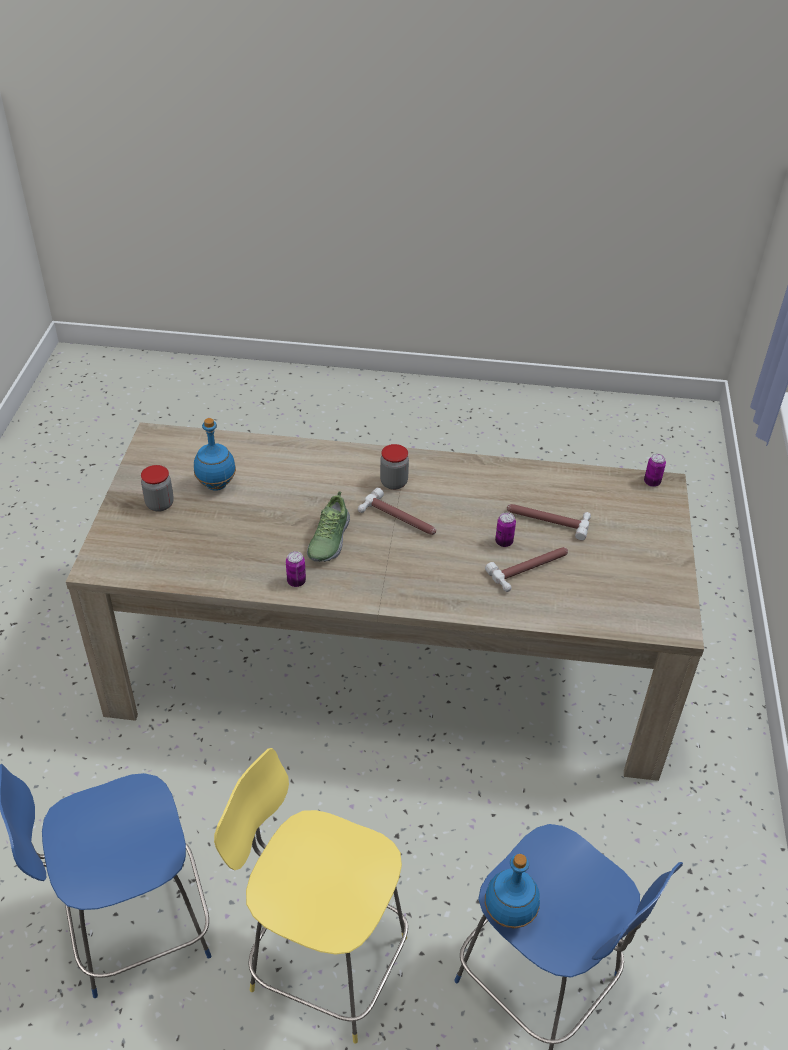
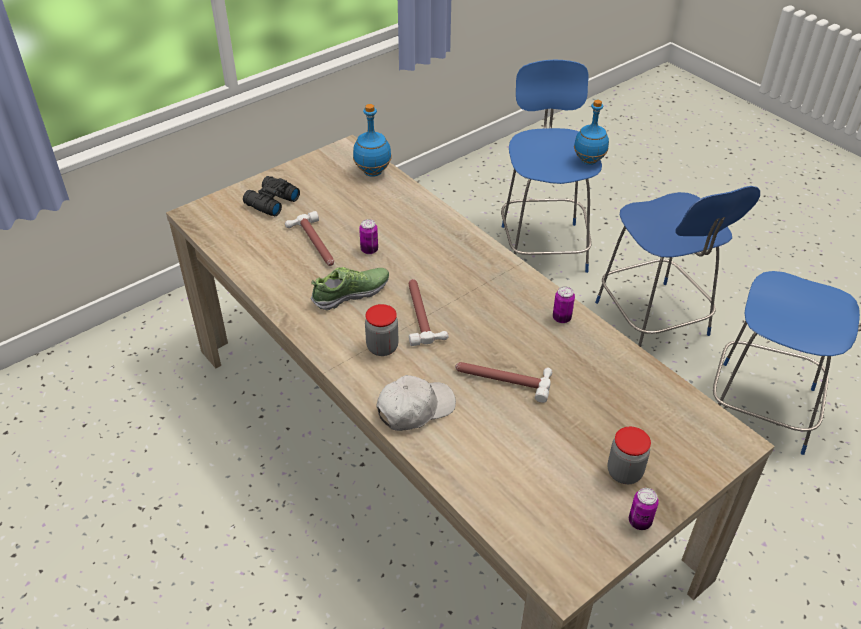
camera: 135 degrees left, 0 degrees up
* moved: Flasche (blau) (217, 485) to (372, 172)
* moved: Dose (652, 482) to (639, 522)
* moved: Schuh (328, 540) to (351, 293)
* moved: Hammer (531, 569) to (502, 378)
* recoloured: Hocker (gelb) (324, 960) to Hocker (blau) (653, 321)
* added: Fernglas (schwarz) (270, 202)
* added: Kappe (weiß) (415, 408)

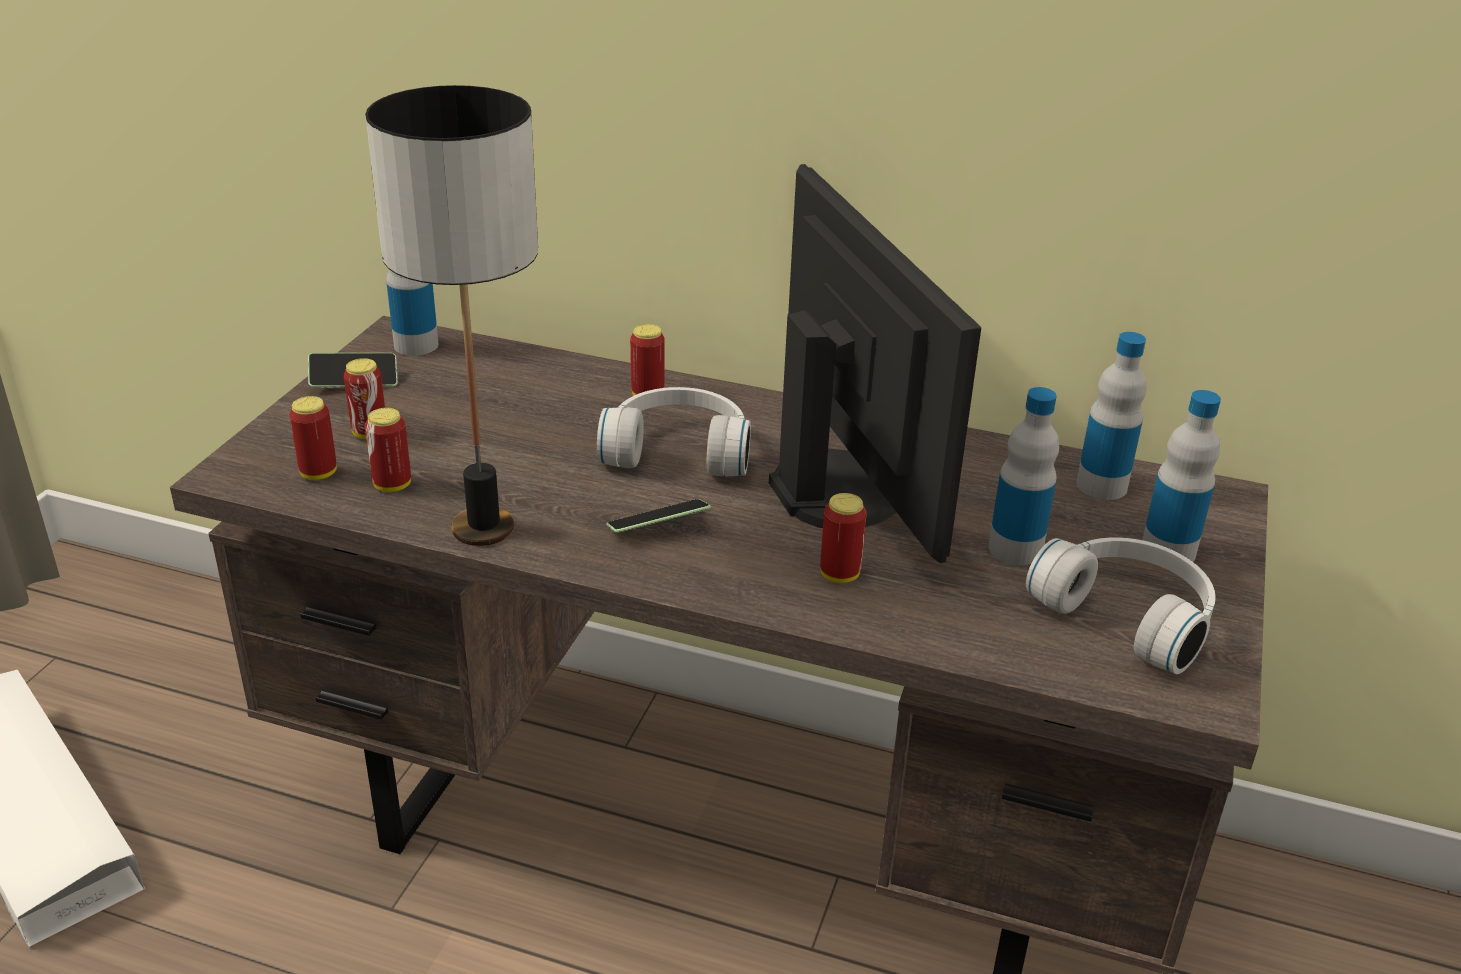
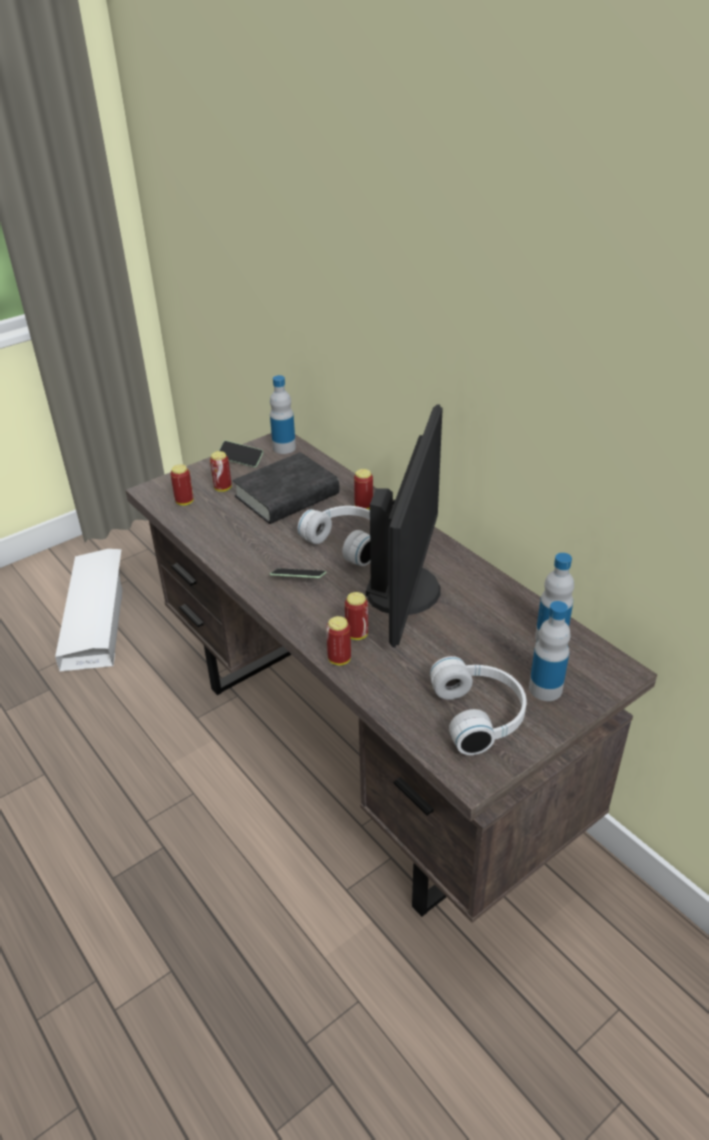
camera: 35 degrees right, 5 degrees up
* removed: Tischlampe (483, 529)
* removed: Flasche (1015, 548)
* moved: Dose (392, 485) to (339, 659)
* added: Buch (schwarz) (287, 496)

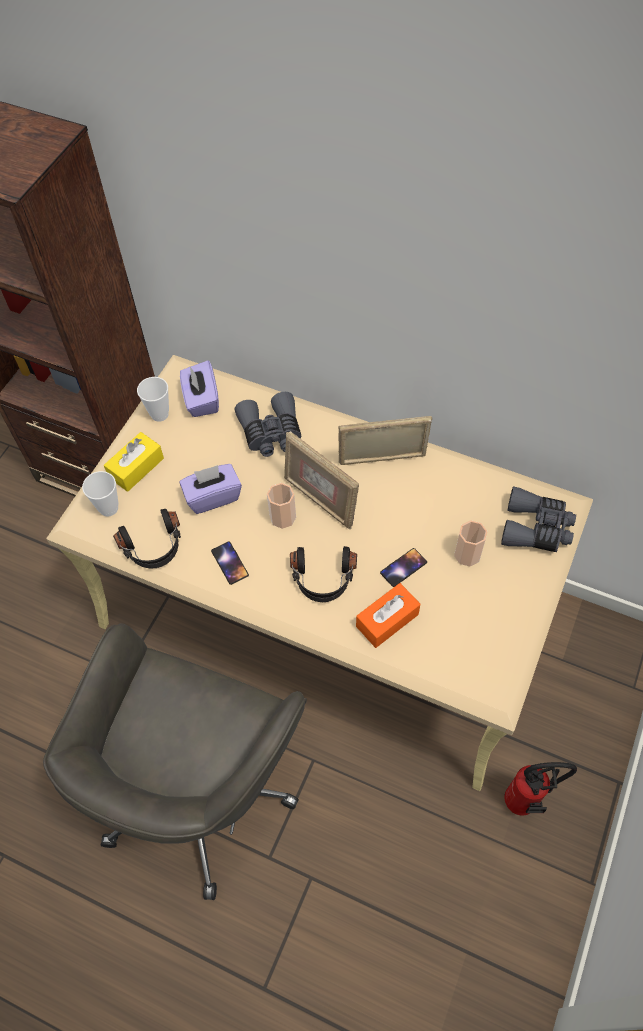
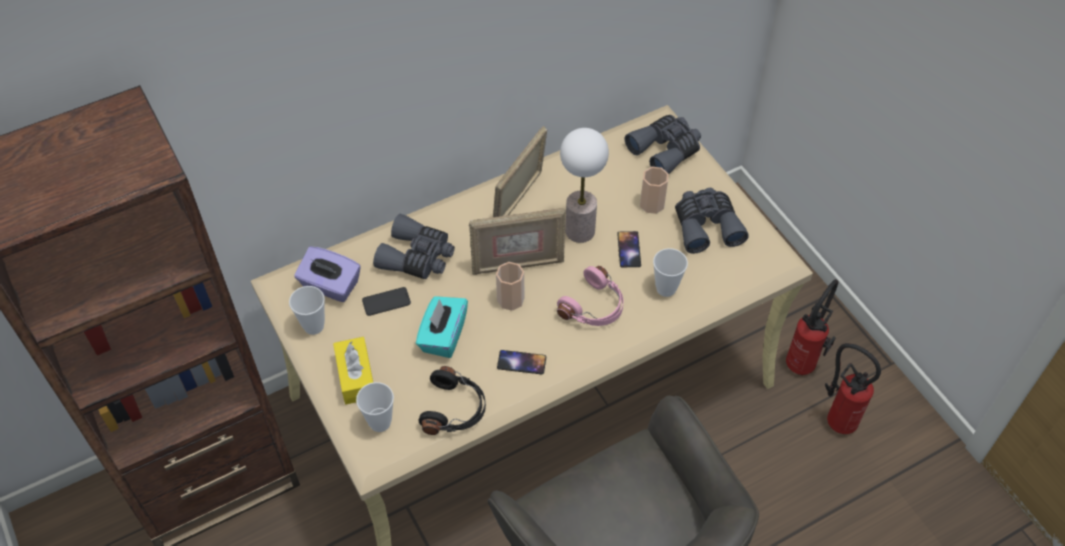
camera: 55 degrees left, 5 degrees down
* recoloured: Taschentuchbox (lila) (213, 496) to Taschentuchbox (türkis) (443, 336)
* recoloured: Kopfhörer (schwarz) (323, 579) to Kopfhörer (rosa) (594, 307)
* replaced: Taschentuchbox (orange) (387, 620) to Tasse (666, 288)
* added: Tischlampe (580, 230)
* added: Fernglas (grau) (706, 225)
* added: Handy (386, 302)
* added: Feuerlöscher (837, 419)

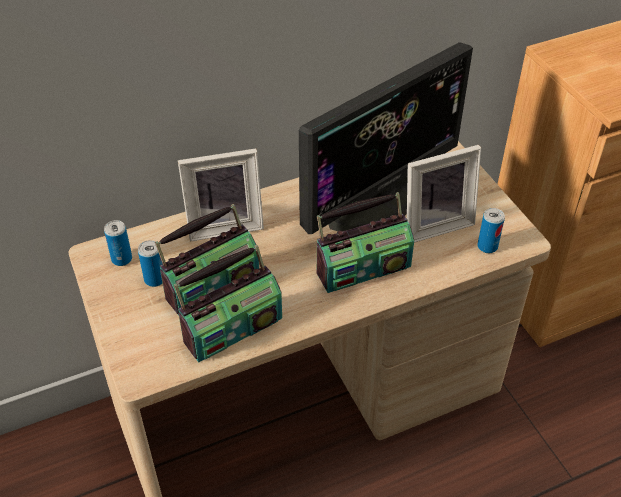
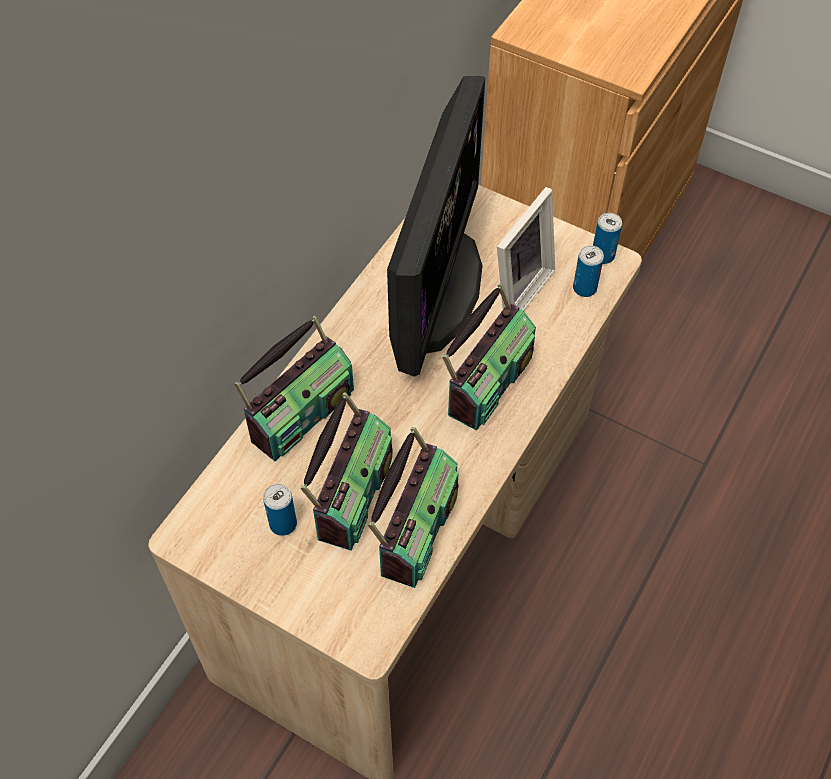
camera: 35 degrees left, 10 degrees up
* replaced: Bilderrahmen (224, 224) to Radio (300, 413)
* moved: Dose (122, 259) to (602, 255)

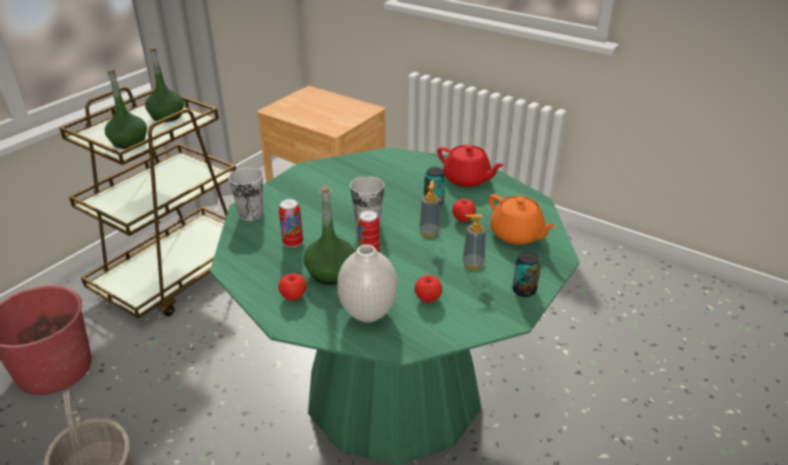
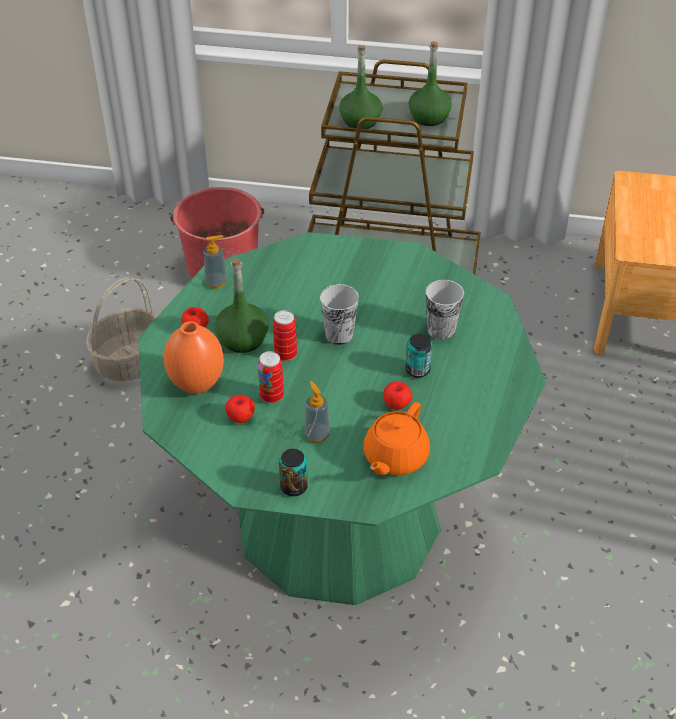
camera: 65 degrees right, 10 degrees up
* removed: Teekanne (rot) (467, 179)
* moved: Tasse (251, 214) to (441, 330)
* moved: Seifenspender (429, 232) to (216, 282)
* moved: Dose (293, 243) to (272, 396)
* recoloured: Vase (weiß) (368, 314) to Vase (orange) (196, 385)

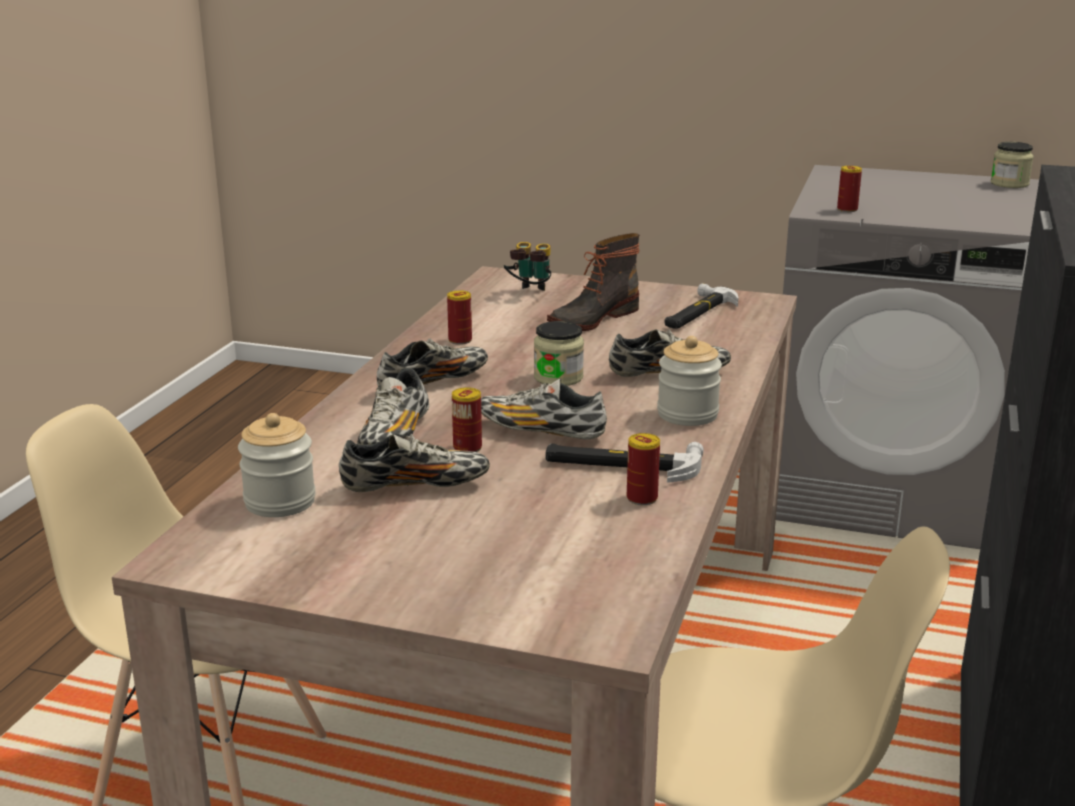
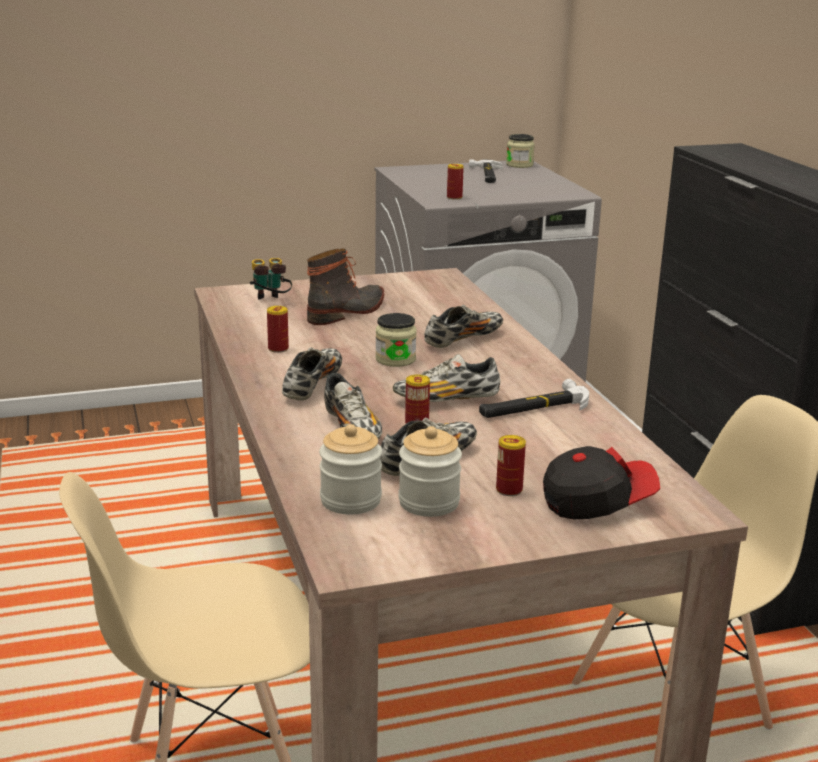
camera: 35 degrees left, 0 degrees up
* turned: Stiefel (592, 318) = (348, 311) 150 degrees counterclockwise
* moved: Hammer (697, 313) to (486, 175)
* moved: Vorratsglas (687, 414) to (429, 502)
* moved: Dose (642, 498) to (509, 490)
* added: Kappe (597, 502)

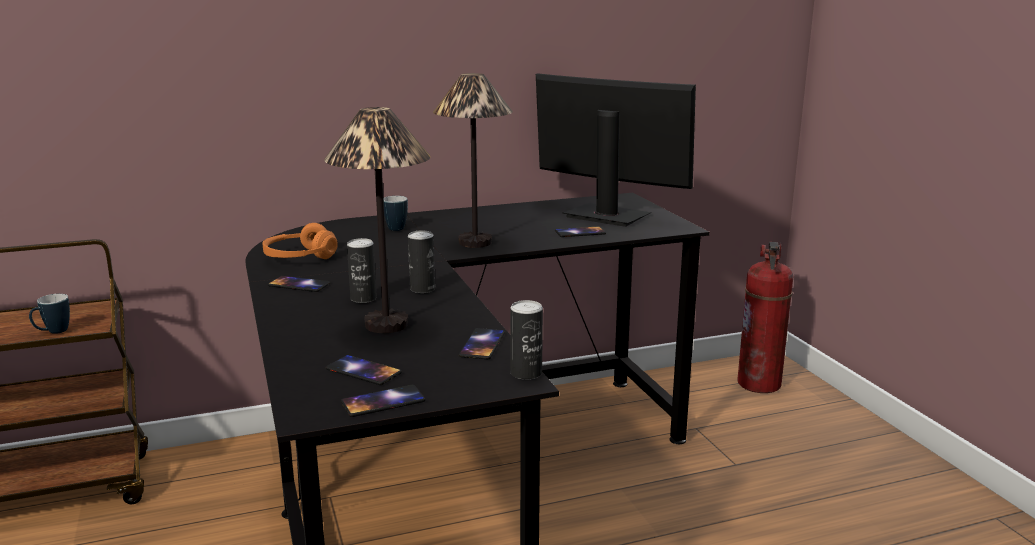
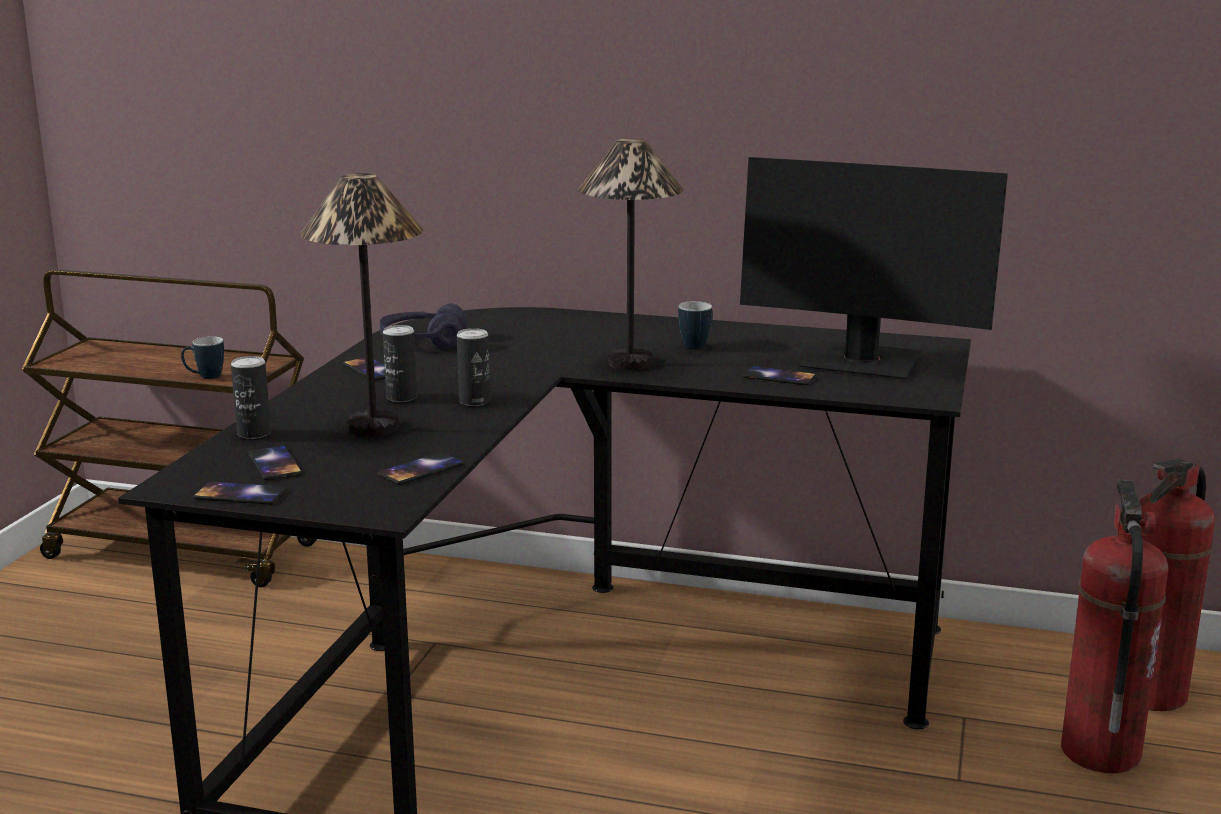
camera: 35 degrees right, 0 degrees up
* turned: Monitor (606, 215) = (861, 363) 135 degrees clockwise
* moved: Henkelbecher (397, 227) to (698, 345)
* recoloured: Kopfhörer (orange) (300, 257) to Kopfhörer (lila) (423, 342)
* moved: Dose (526, 373) to (254, 433)
* added: Feuerlöscher (1100, 752)

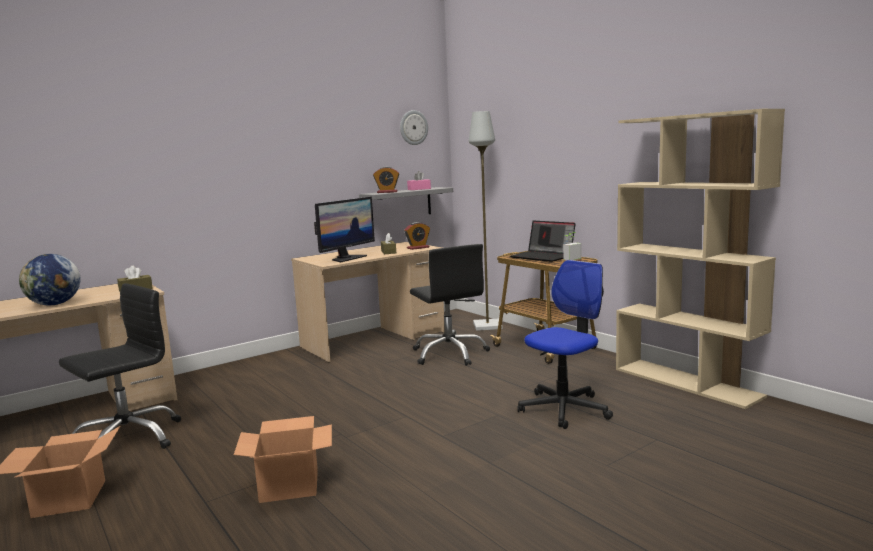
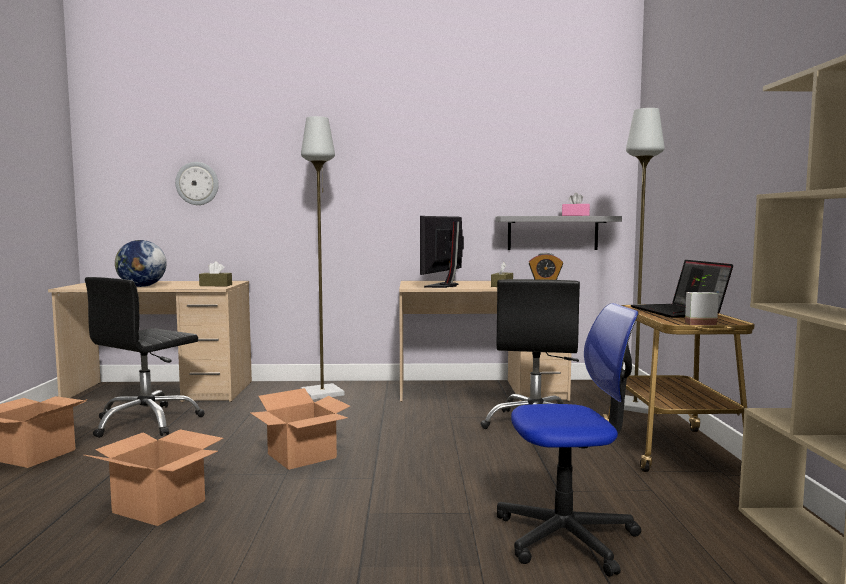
camera: 35 degrees right, 5 degrees down
* moved: Wanduhr (413, 127) to (197, 183)
* removed: Wecker (387, 192)
* turned: Monitor (347, 258) = (444, 285) 135 degrees clockwise
* turned: Bürostuhl (schwarz) (127, 439) = (147, 422) 135 degrees clockwise
* added: Stehlampe (grau) (322, 393)
* added: Karton (302, 455)

